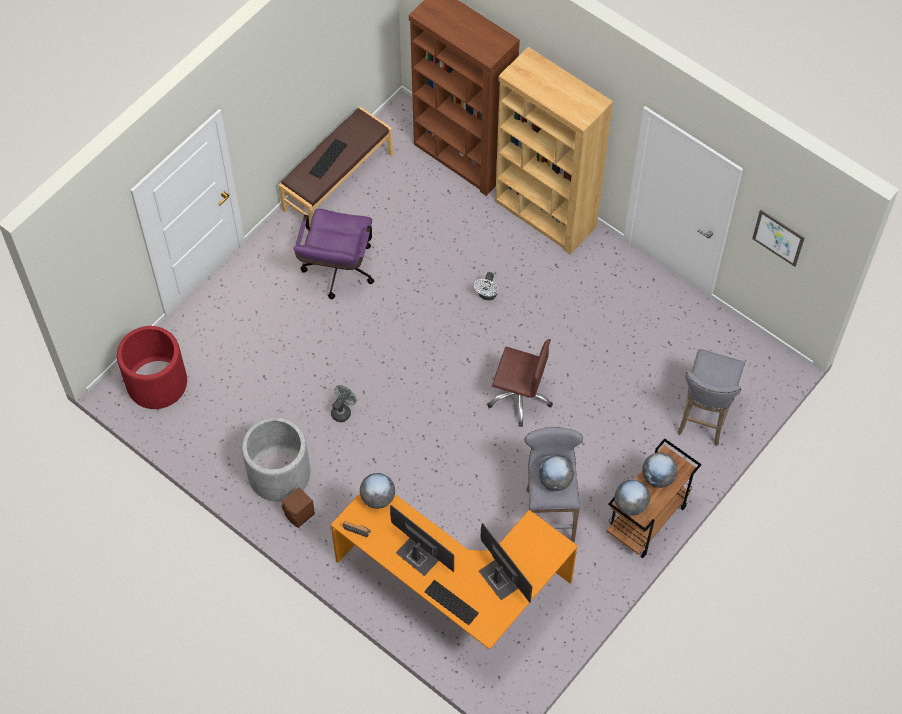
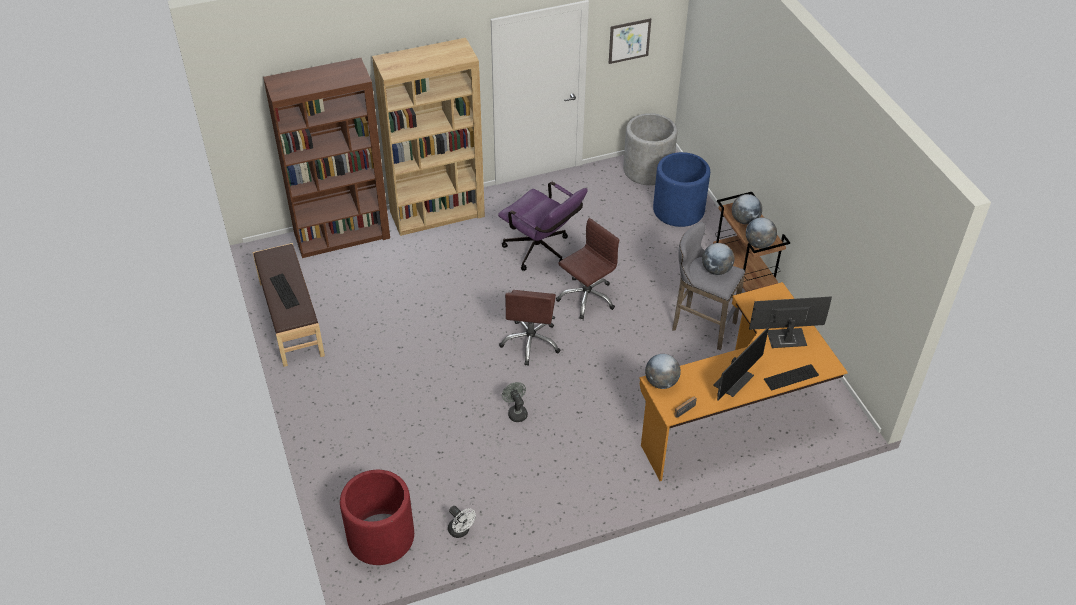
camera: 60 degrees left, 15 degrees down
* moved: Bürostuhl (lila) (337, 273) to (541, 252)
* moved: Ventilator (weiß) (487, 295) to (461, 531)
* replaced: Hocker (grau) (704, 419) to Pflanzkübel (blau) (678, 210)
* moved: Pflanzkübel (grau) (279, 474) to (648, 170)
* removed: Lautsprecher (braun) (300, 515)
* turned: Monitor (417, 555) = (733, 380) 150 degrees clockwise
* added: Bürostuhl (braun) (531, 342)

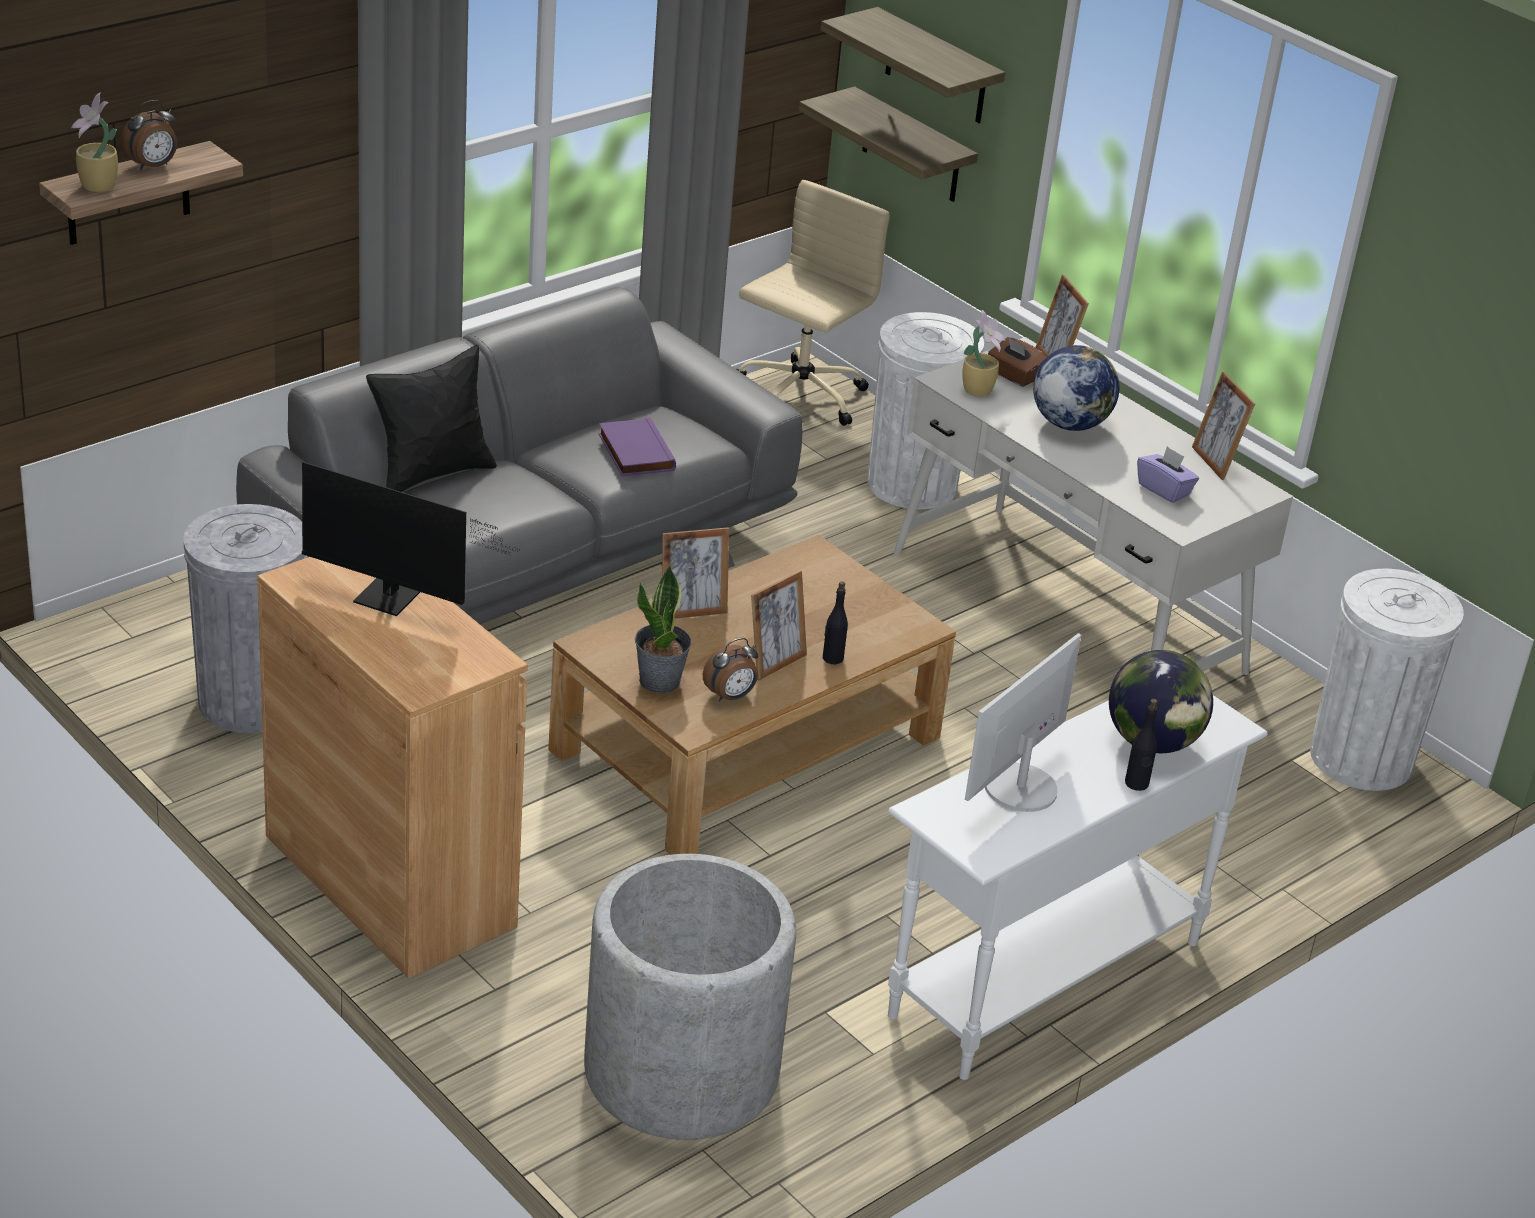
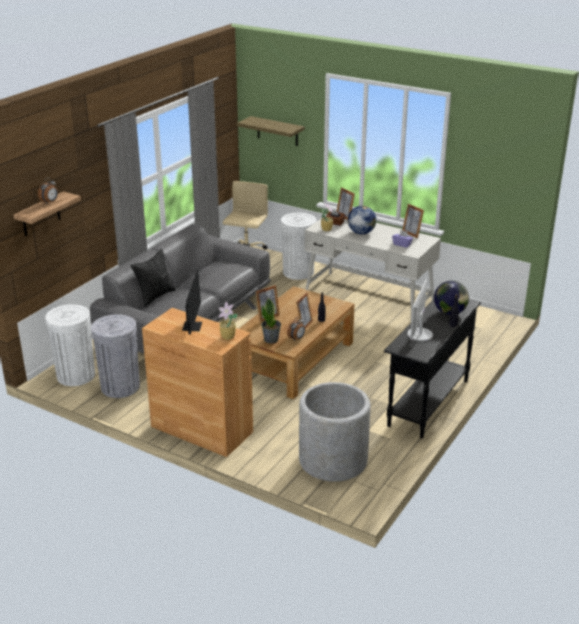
camera: 15 degrees left, 5 degrees down
* removed: Wandregal (911, 147)
* moved: Topfpflanze (98, 187) to (228, 337)
* removed: Buch (lila) (634, 452)
* turned: Monitor (394, 601) = (193, 324) 90 degrees counterclockwise
* moved: Mülleimer (weiß) (1360, 758) to (76, 375)
* recoloured: Konsolentisch (weiß) (1044, 978) to Konsolentisch (schwarz) (428, 403)

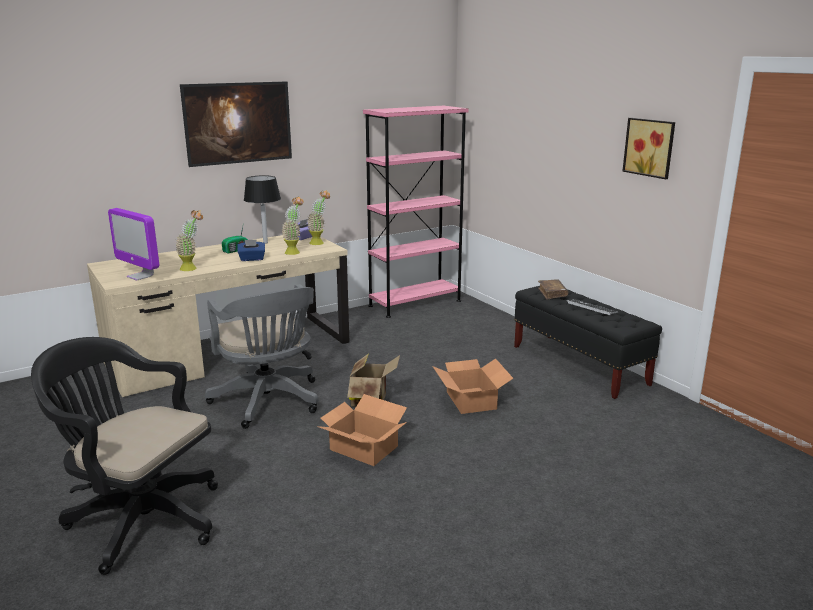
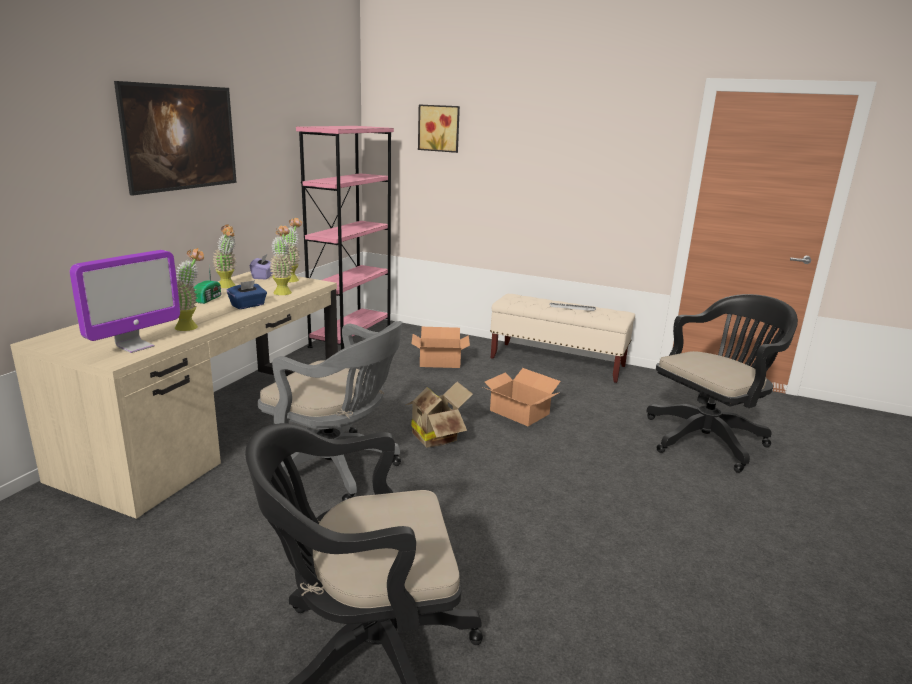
camera: 35 degrees left, 0 degrees up
* moved: Bild (650, 147) to (439, 128)
* replaced: Tischlampe (schwarz) (265, 243) to Topfpflanze (229, 287)
* turned: Monitor (140, 276) = (135, 346) 60 degrees counterclockwise
* removed: Buch (braun) (552, 293)
* recoloured: Bank (schwarz) (579, 365) to Bank (beige) (557, 362)
* moved: Karton (363, 447) to (439, 361)
* added: Bürostuhl (schwarz) (708, 438)

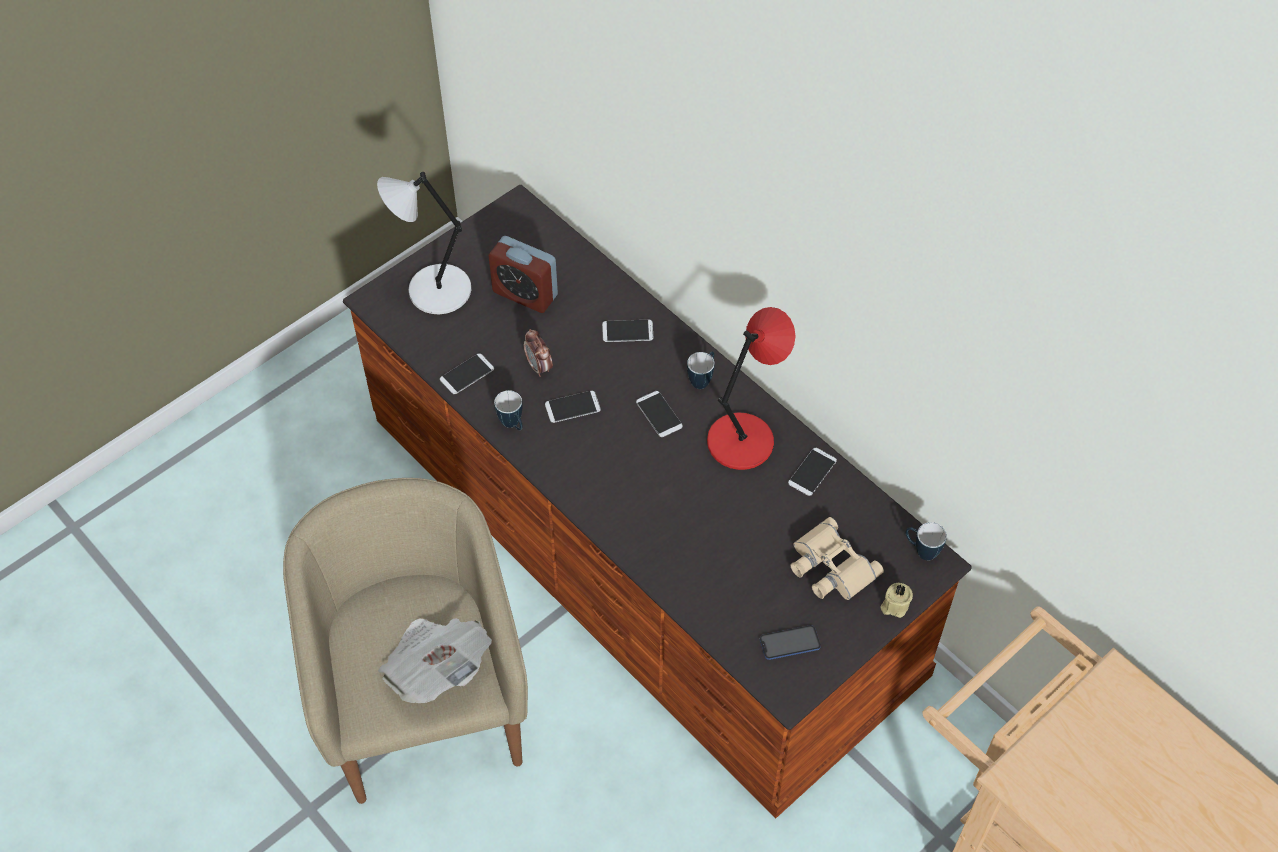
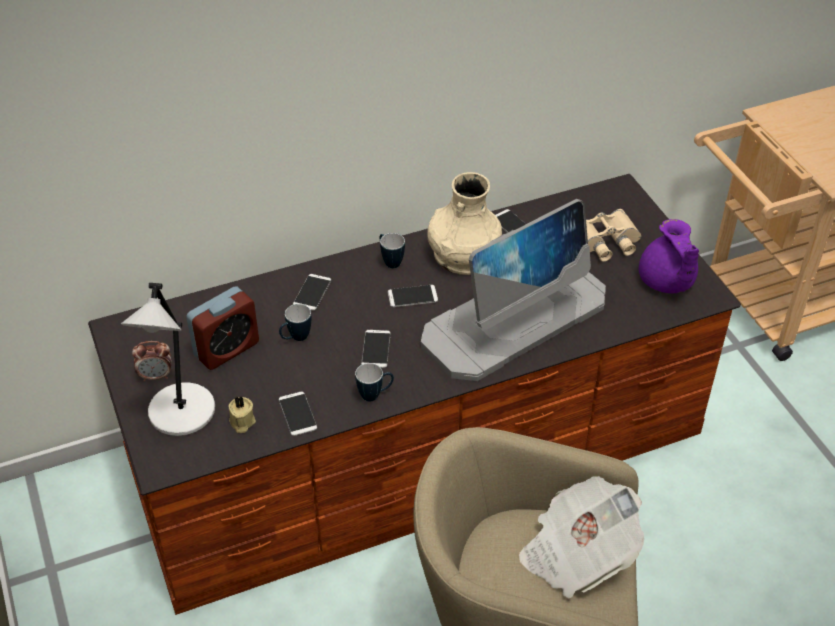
camera: 70 degrees left, 10 degrees down
* replaced: Tischlampe (rot) (743, 439) to Vase (beige) (463, 254)
* moved: Wecker (539, 367) to (156, 376)
* moved: Henkelbecher (921, 551) to (295, 338)
* moved: Kerze (beige) (894, 605) to (241, 422)
* replaced: Handy (789, 643) to Teekanne (lila) (666, 282)
* added: Monitor (515, 318)

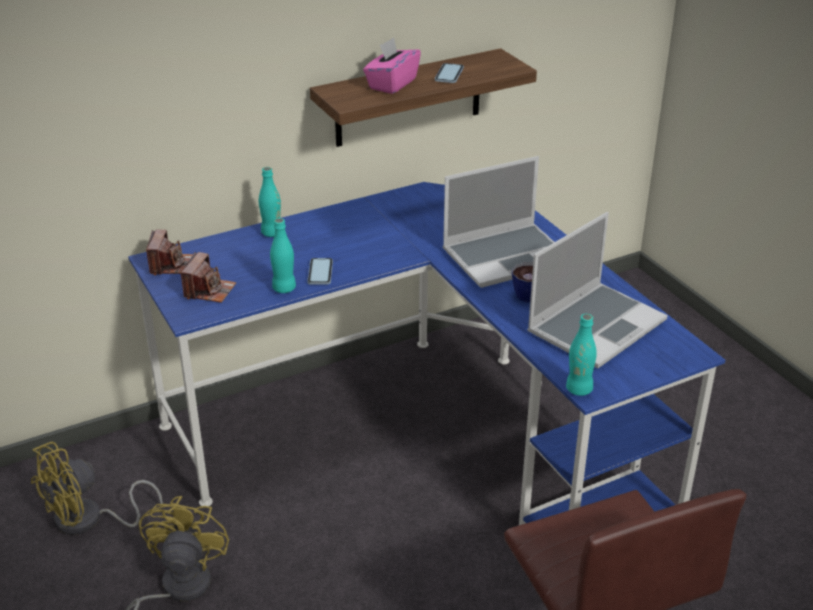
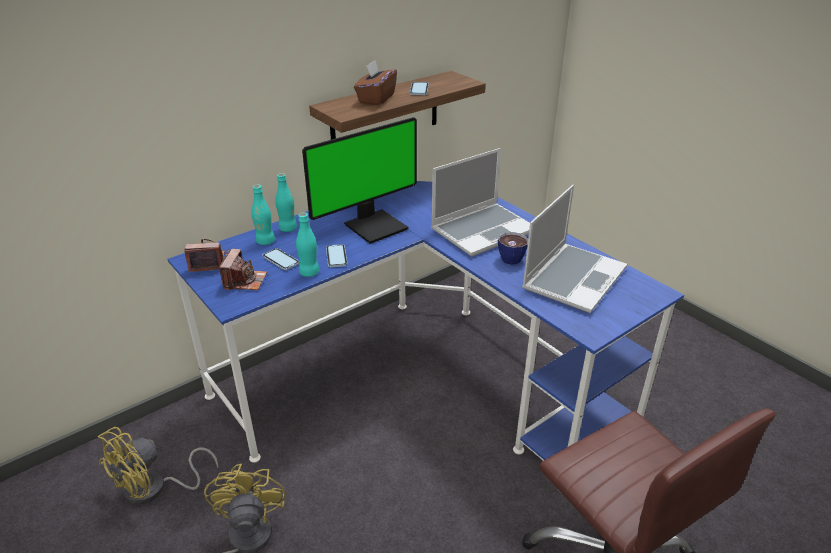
camera: 10 degrees left, 0 degrees up
* recoloured: Taschentuchbox (rosa) (392, 84) to Taschentuchbox (braun) (376, 99)
* turned: Kamera (172, 265) = (207, 262) 90 degrees counterclockwise
* moved: Flasche (türkis) (579, 389) to (265, 241)
* added: Monitor (375, 225)
* added: Handy (281, 260)

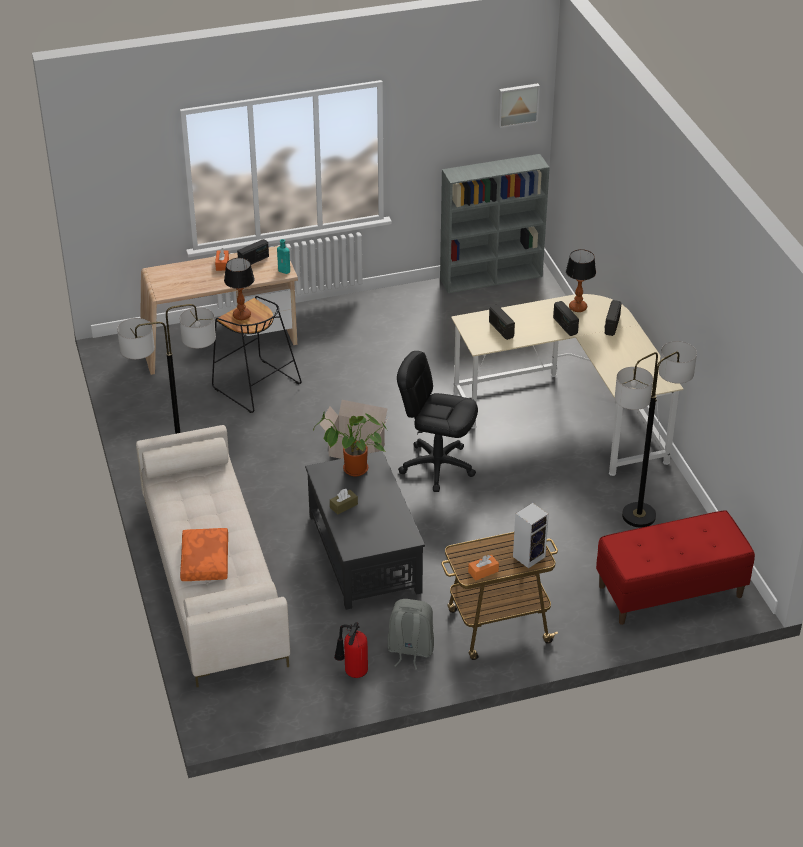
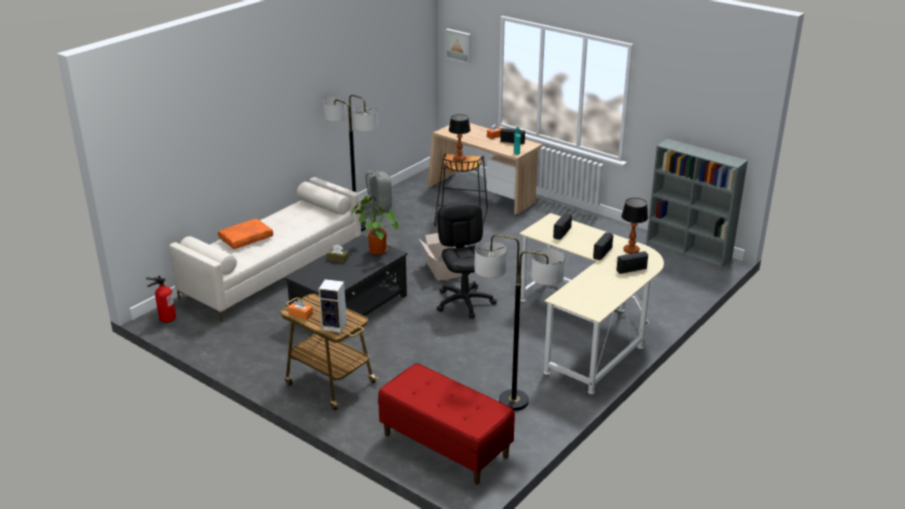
camera: 55 degrees right, 10 degrees down
* moved: Bild (517, 104) to (459, 45)
* moved: Rucksack (grau) (410, 650) to (379, 206)
* moved: Feuerlöscher (352, 672) to (166, 319)

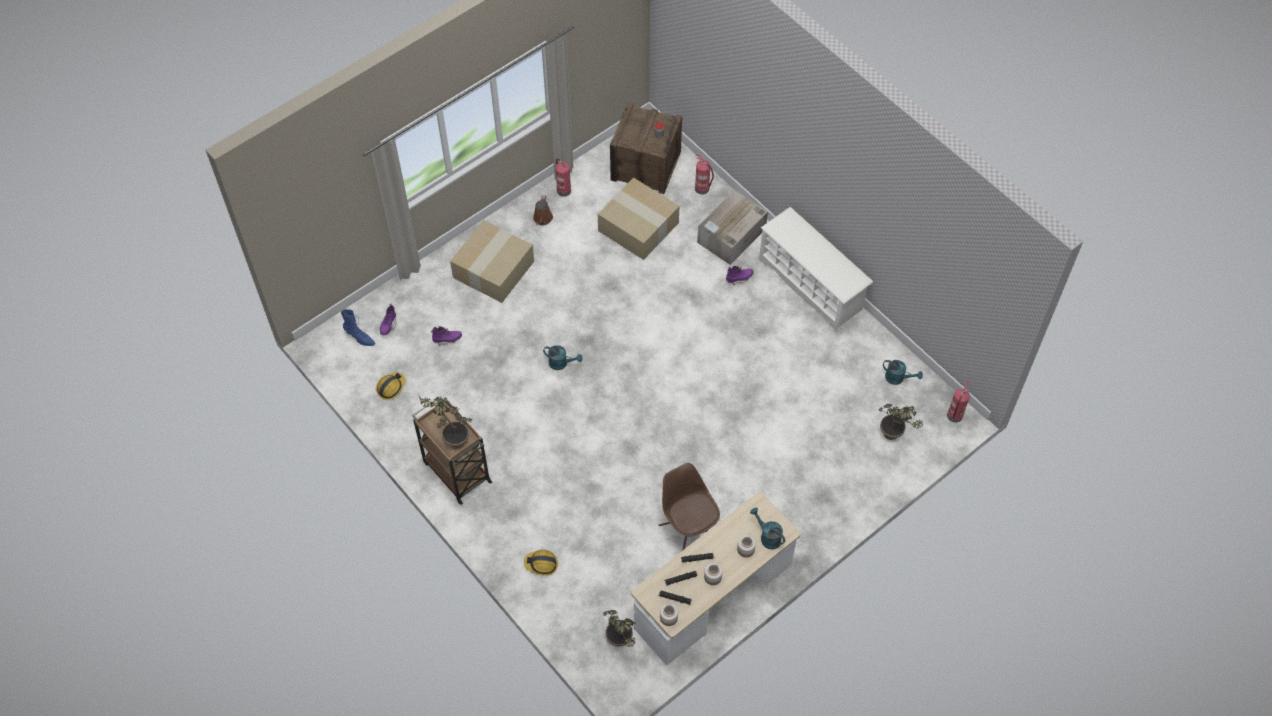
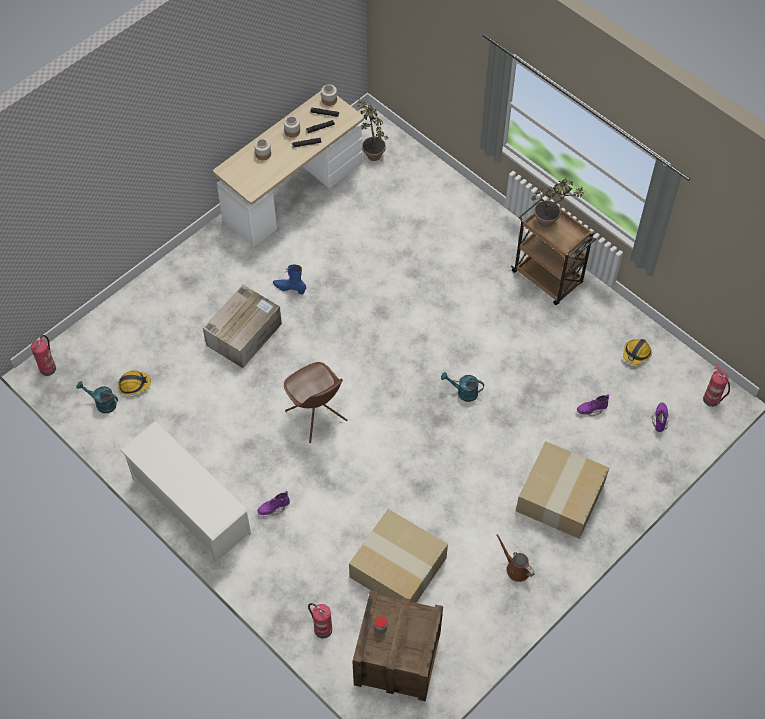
camera: 175 degrees right, 0 degrees up
* moved: Feuerlöscher (563, 190) to (712, 400)
* moved: Karton (731, 236) to (244, 333)
* turned: Gießkanne (braun) (542, 219) = (516, 568) 45 degrees counterclockwise
* moved: Stiefel (blau) (359, 338) to (290, 288)
* removed: Topfpflanze (894, 437)
* moved: Stuhl (braun) (688, 531) to (316, 416)
* removed: Gießkanne (türkis) (767, 537)
* moved: Schutzhelm (541, 564) to (134, 384)

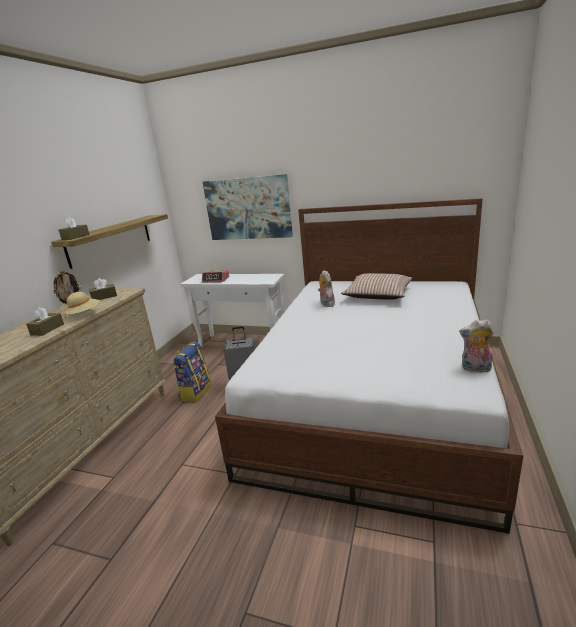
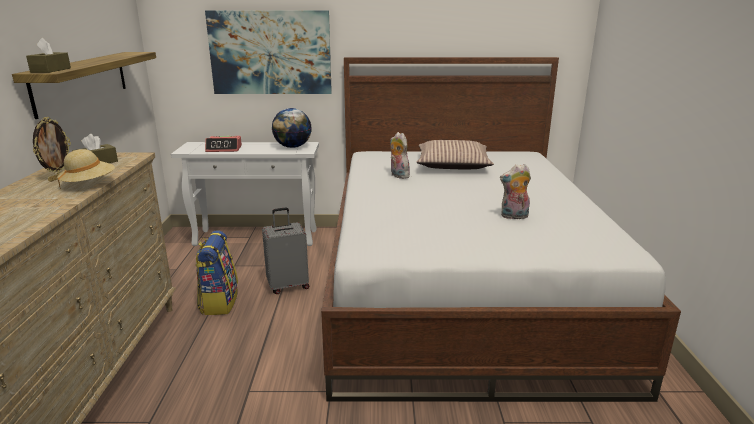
camera: 20 degrees left, 0 degrees up
* removed: Taschentuchbox (braun) (47, 329)
* moved: Plüschtier (475, 369) to (514, 217)
* added: Globus (292, 147)

